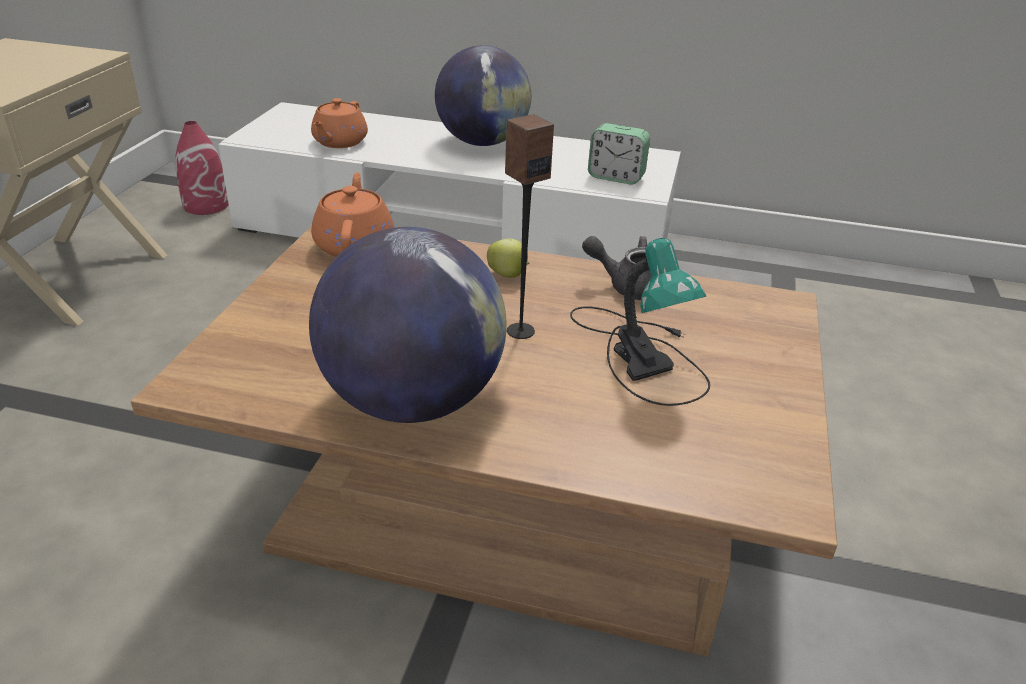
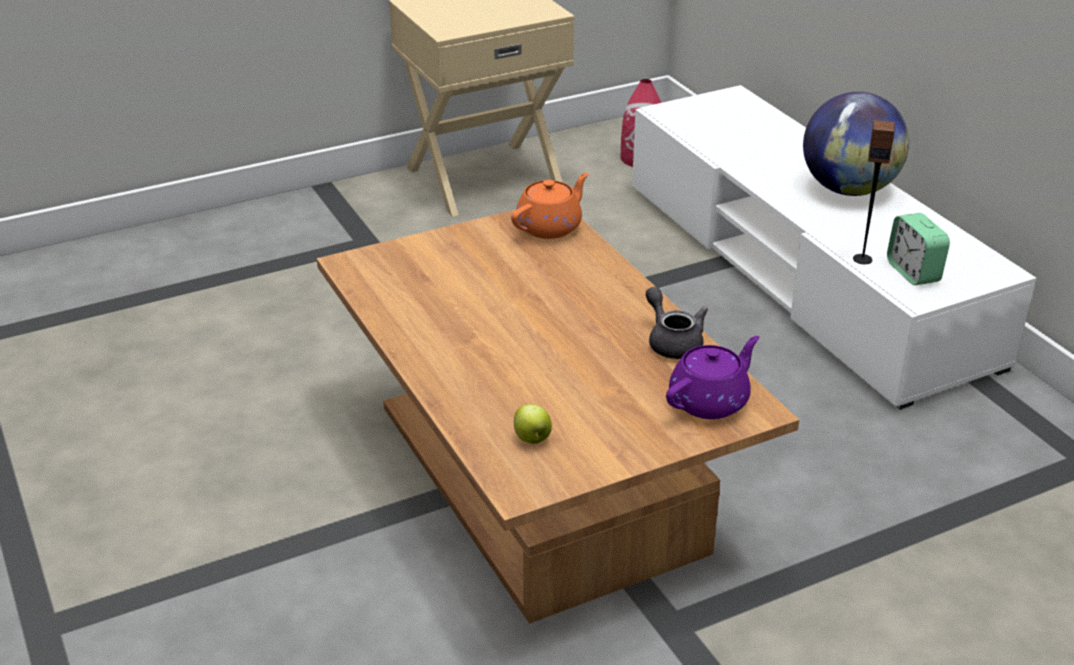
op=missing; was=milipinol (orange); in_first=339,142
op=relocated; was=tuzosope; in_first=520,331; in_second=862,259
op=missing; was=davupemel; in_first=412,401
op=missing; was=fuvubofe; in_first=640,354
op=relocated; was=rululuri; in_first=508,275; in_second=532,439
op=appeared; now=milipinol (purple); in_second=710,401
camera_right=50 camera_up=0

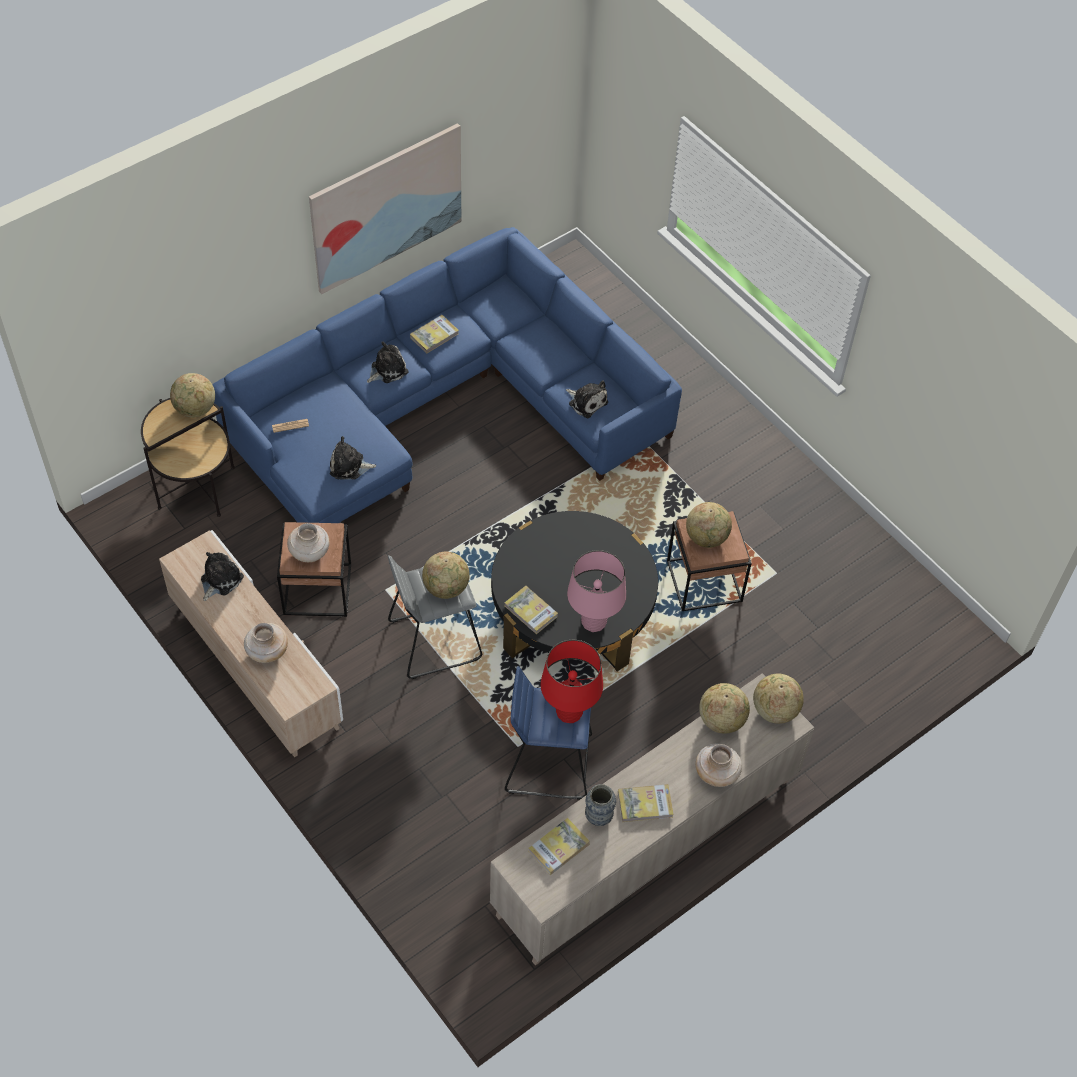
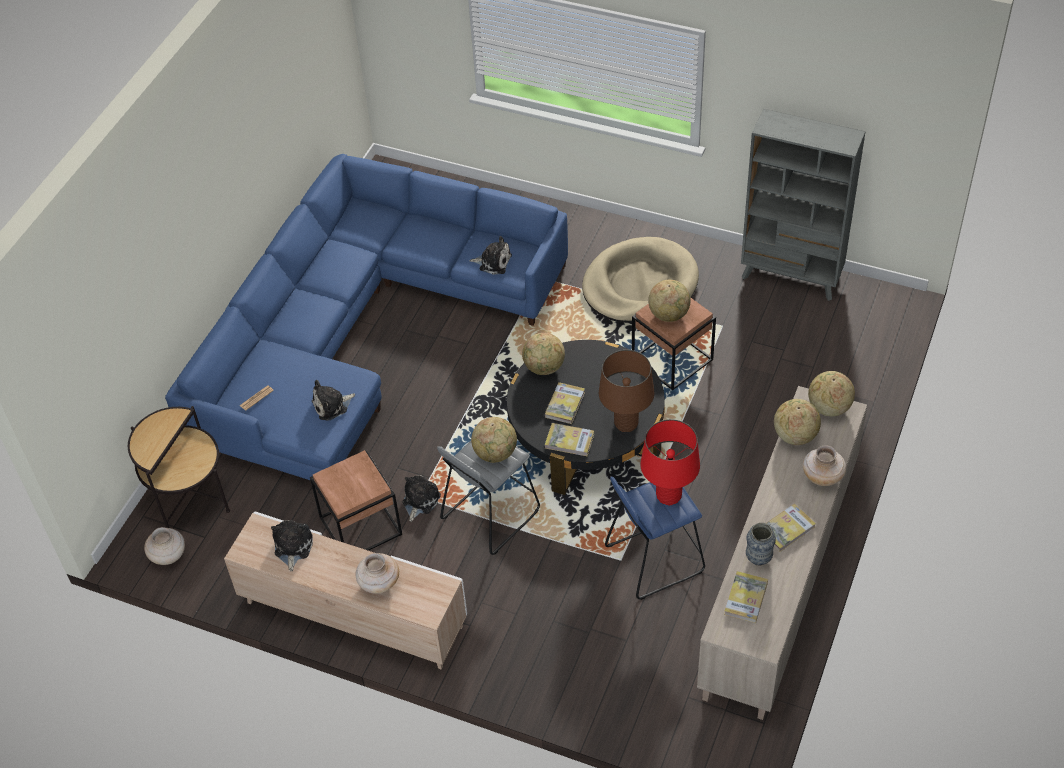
op=missing; was=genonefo; in_first=386,207
op=relocated; was=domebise; in_first=434,335; in_second=565,404
op=relocated; was=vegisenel; in_first=387,369; in_second=419,501
op=relocated; was=davupemel; in_first=195,409; in_second=544,367
op=relocated; was=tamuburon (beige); in_first=309,553; in_second=168,556
op=colour; was=fuvubofe (pink); now=fuvubofe (brown); in_first=593,622; in_second=626,424
op=appeared; now=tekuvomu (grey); in_second=791,277
op=appeared; now=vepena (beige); in_second=640,285
camera_right=-25 camera_up=-5

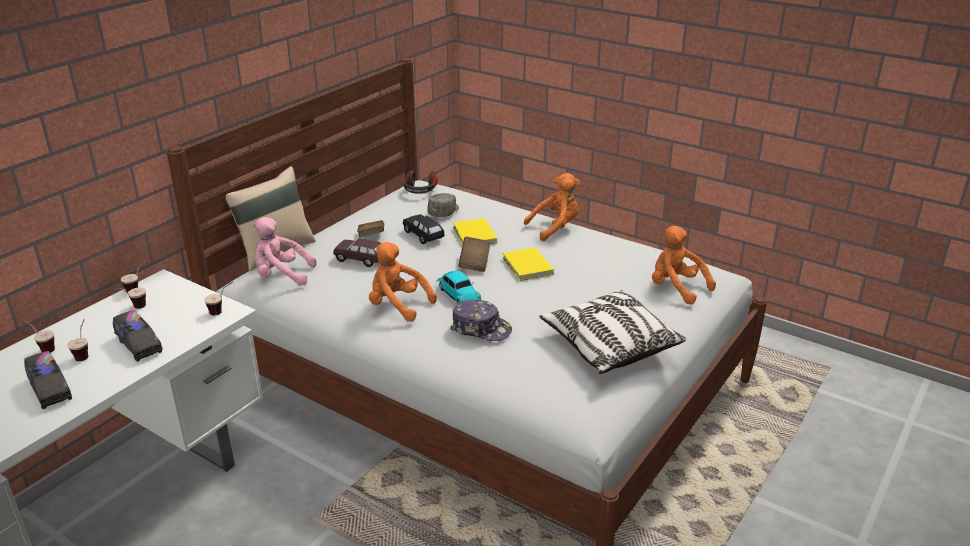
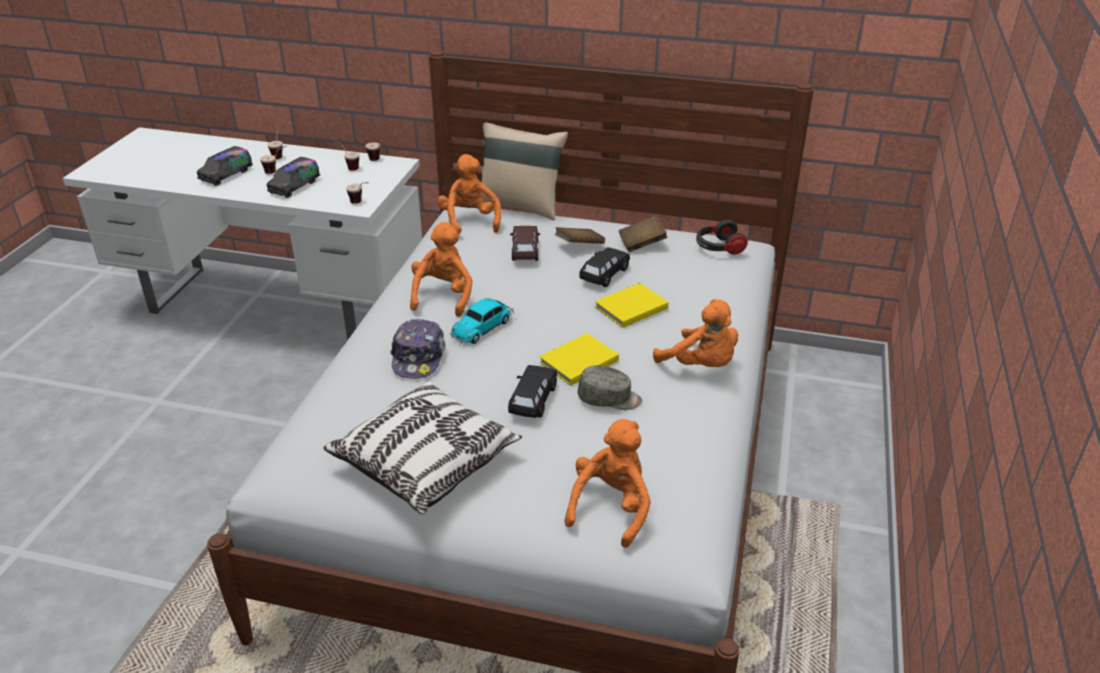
op=relocated; was=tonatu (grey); in_first=444,212; in_second=609,399
op=colour; was=vegisenel (pink); now=vegisenel (orange); in_first=282,276; in_second=470,221
op=relocated; was=domebise (brown); in_first=475,263; in_second=642,243
op=appeared; now=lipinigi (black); in_second=532,401
camera_right=70 camera_up=5

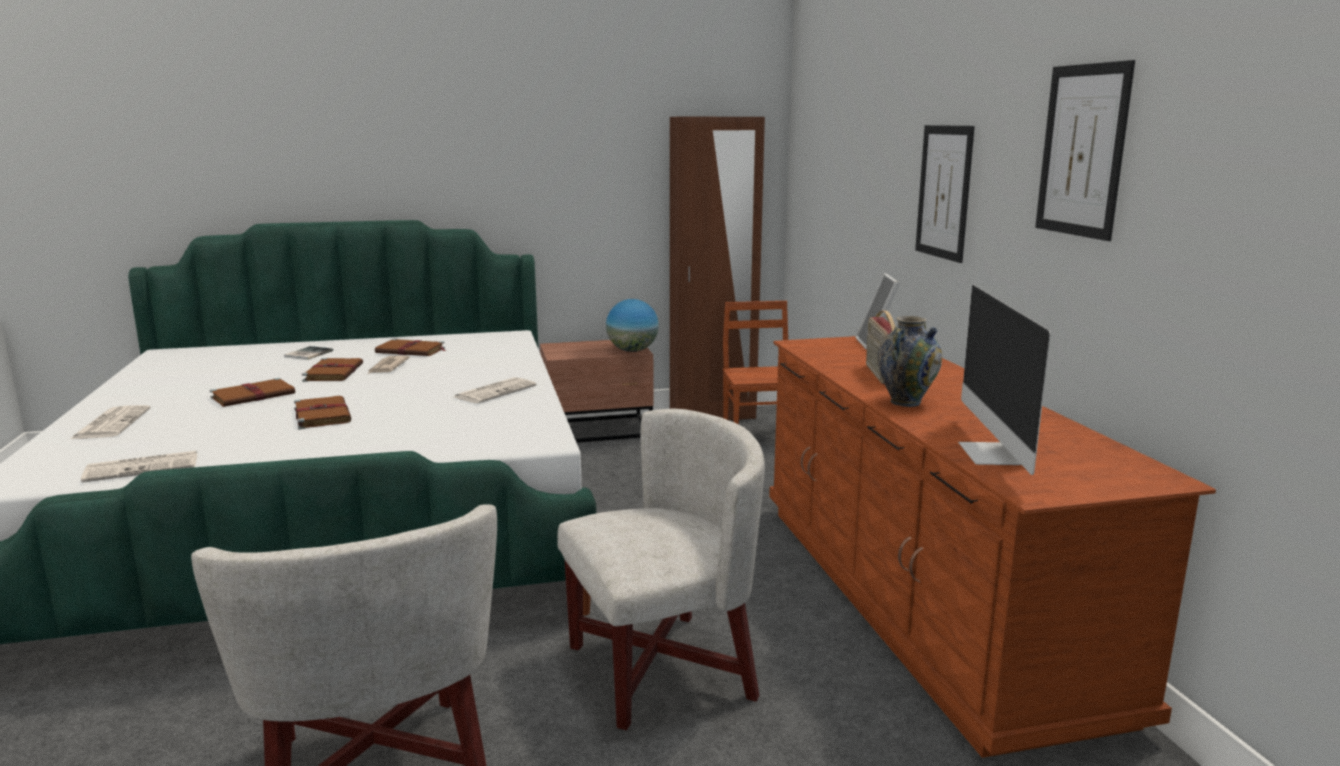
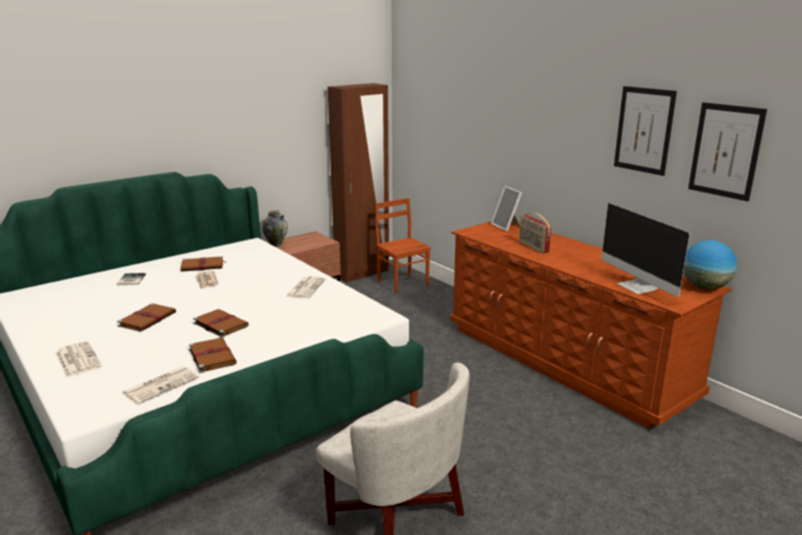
op=relocated; was=genonefo; in_first=944,192; in_second=725,151
op=relocated; was=davupemel; in_first=632,351; in_second=704,287
op=relocated; was=tamuburon; in_first=906,402; in_second=276,244
op=relocated; was=domebise (brown); in_first=334,372; in_second=212,356
op=missing; was=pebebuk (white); in_first=662,669
camera_right=-25 camera_up=5

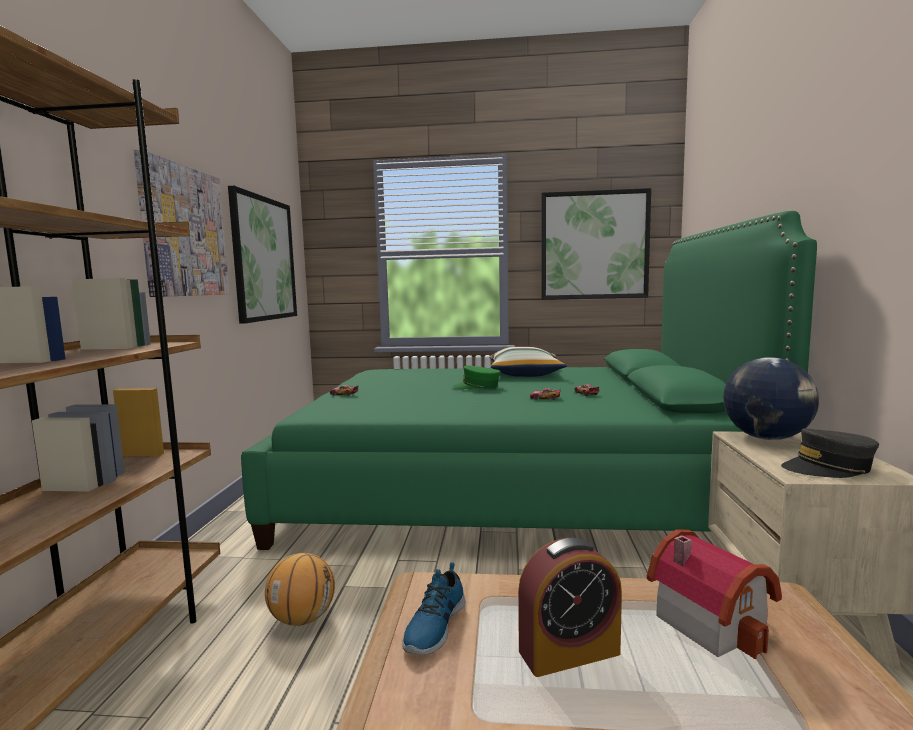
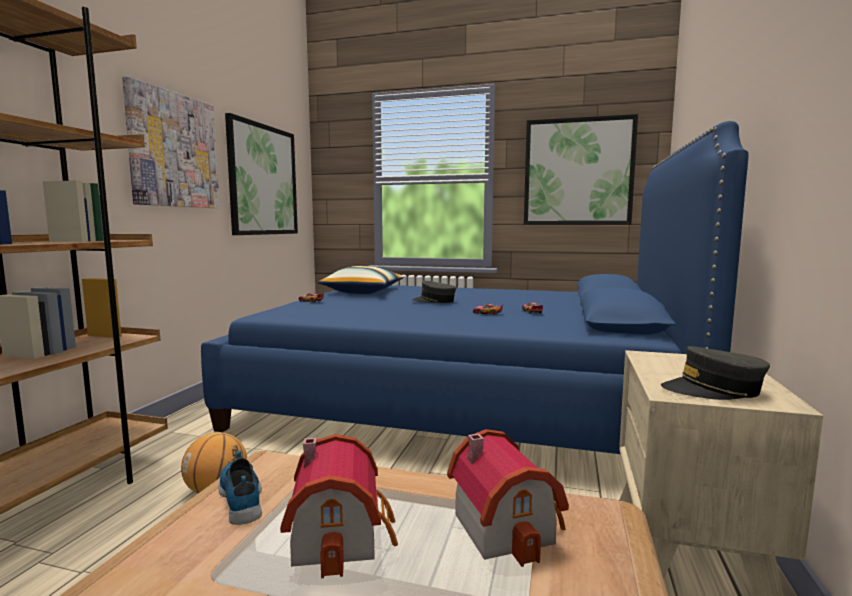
op=colour; was=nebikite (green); now=nebikite (blue); in_first=509,486; in_second=464,399
op=relocated; was=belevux; in_first=525,374; in_second=363,292
op=missing; was=davupemel; in_first=766,438
op=colour; was=tonatu (green); now=tonatu (grey); in_first=477,386; in_second=434,301
op=exchanged; was=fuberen; now=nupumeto; in_first=569,652; in_second=342,534
op=spun; was=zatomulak; in_first=433,626; in_second=242,496; clockwise=120
camera_right=10 camera_up=0

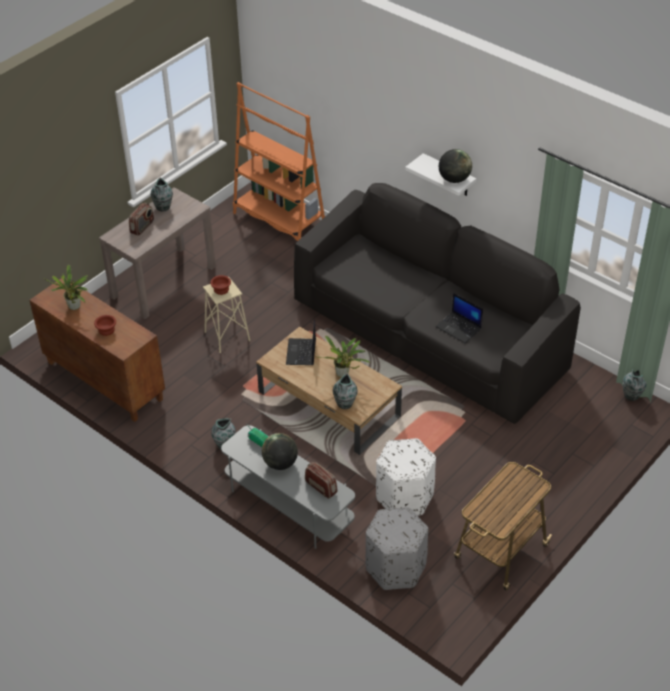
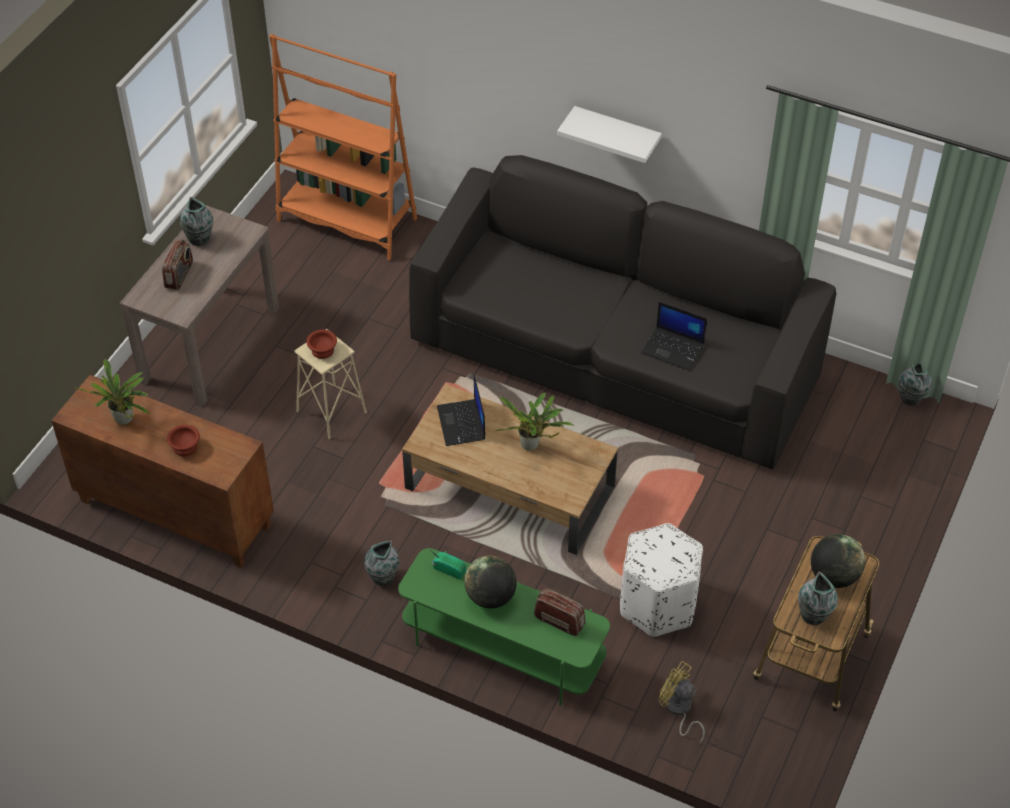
op=relocated; was=davupemel; in_first=454,179; in_second=834,576
op=relocated; was=tamuburon; in_first=345,404; in_second=813,616
op=colour; was=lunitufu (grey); now=lunitufu (green); in_first=288,504; in_second=502,648
op=exchanged; was=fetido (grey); now=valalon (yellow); in_first=395,567; in_second=678,710
camera_right=-15 camera_up=5

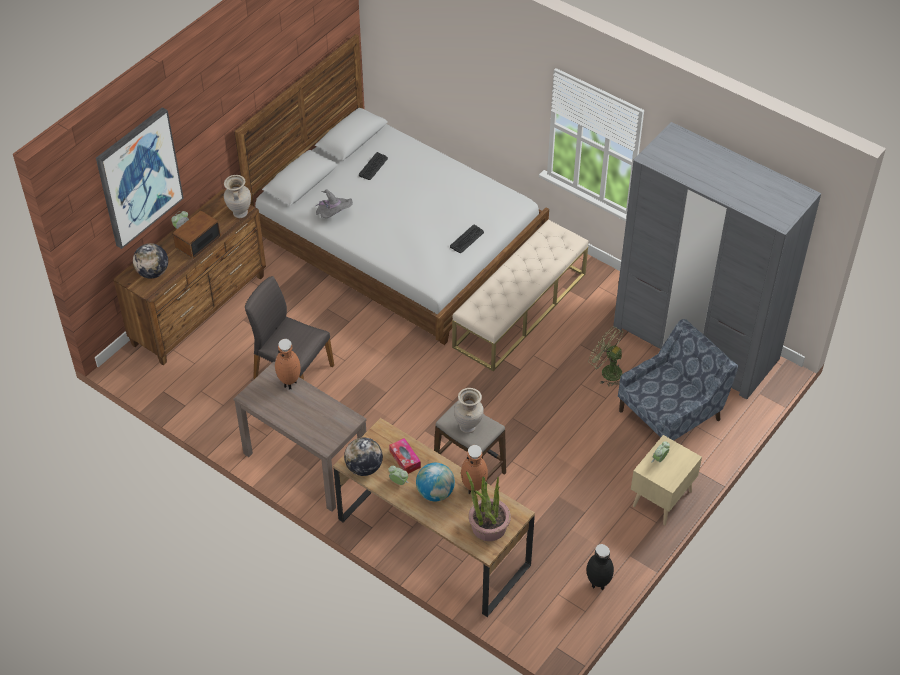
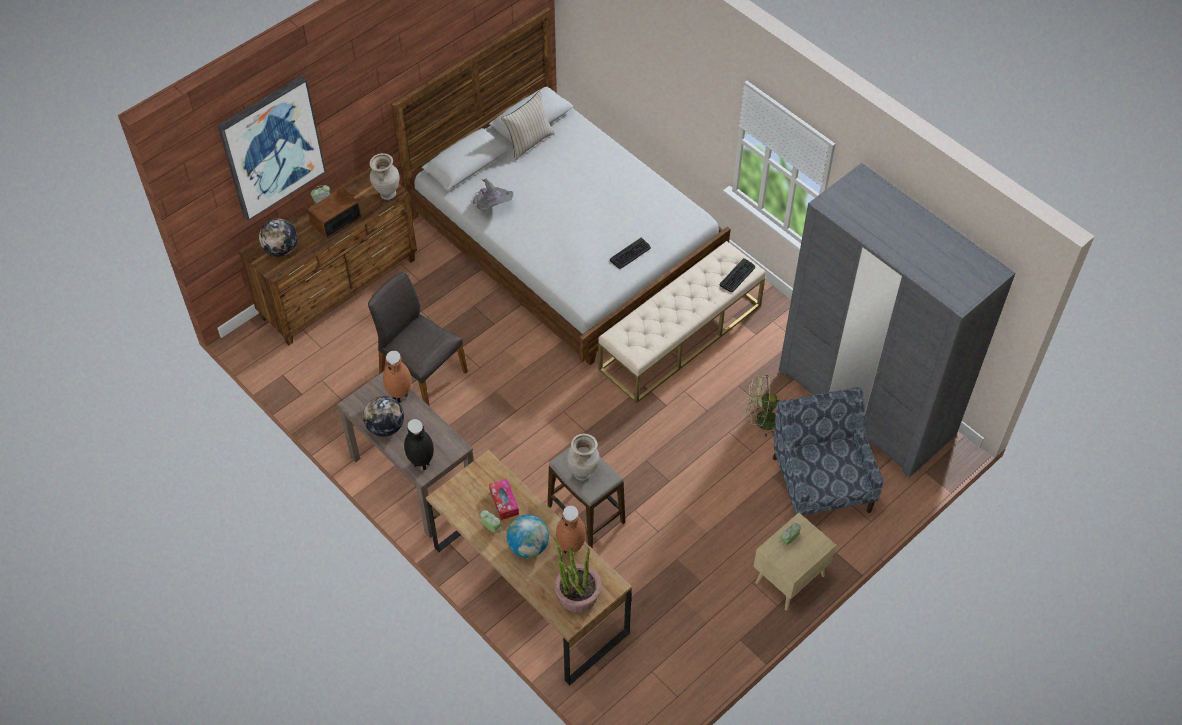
op=relocated; was=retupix; in_first=373,166; in_second=737,276
op=spun; was=pebebuk (blue); in_first=671,415; in_second=821,482; clockwise=-75
op=spun; was=valalon (green); in_first=607,371; in_second=760,421; clockwise=-45
op=relocated; was=davupemel; in_first=364,468; in_second=385,427
op=relocated; was=tamuburon (black); in_first=597,584; in_second=421,463
op=appeared; now=belevux (beige); in_second=529,142
camera_right=10 camera_up=5

